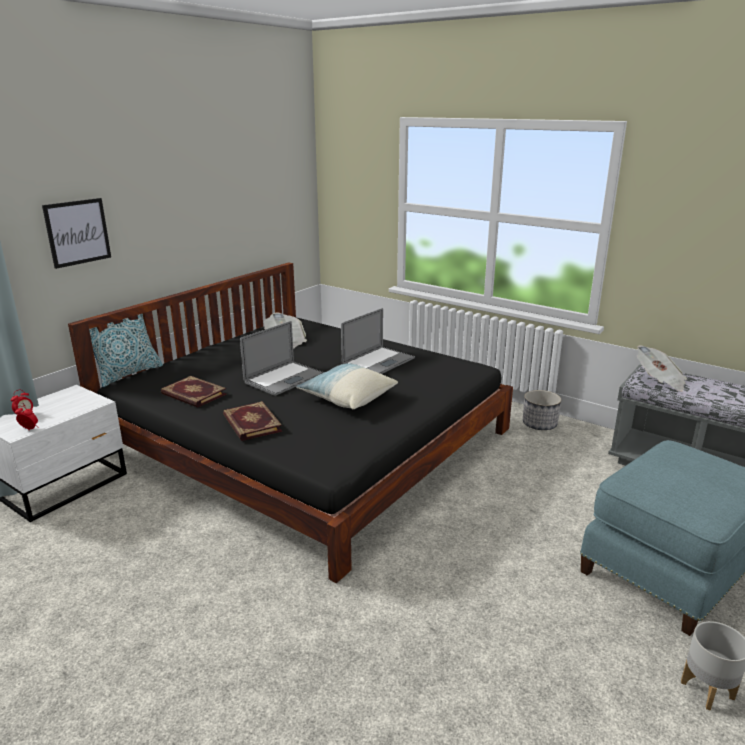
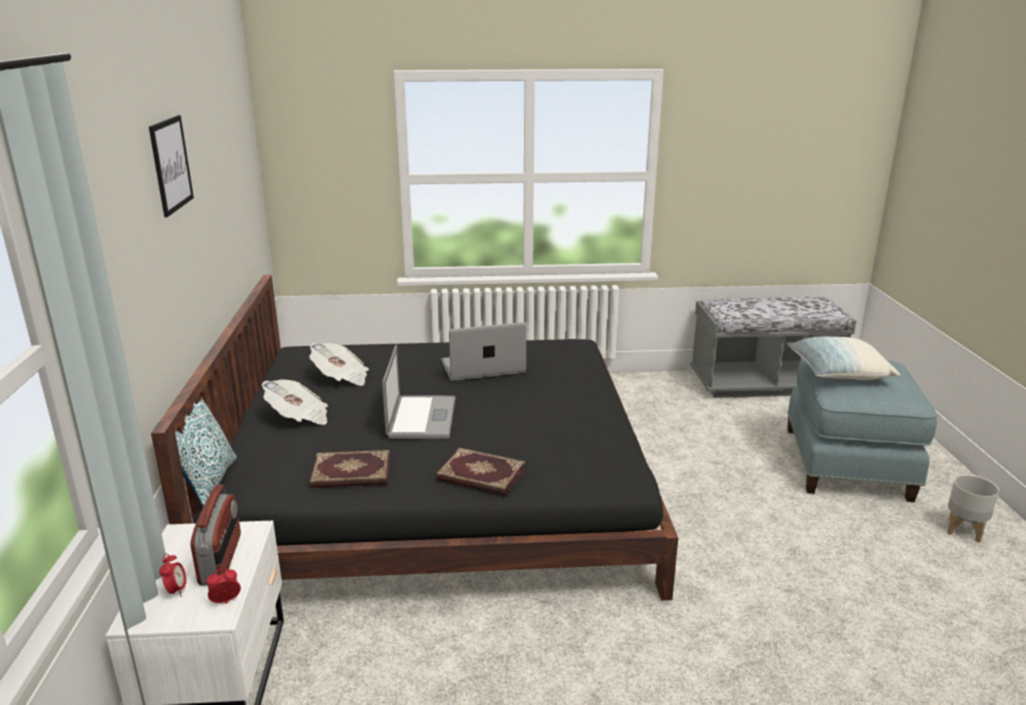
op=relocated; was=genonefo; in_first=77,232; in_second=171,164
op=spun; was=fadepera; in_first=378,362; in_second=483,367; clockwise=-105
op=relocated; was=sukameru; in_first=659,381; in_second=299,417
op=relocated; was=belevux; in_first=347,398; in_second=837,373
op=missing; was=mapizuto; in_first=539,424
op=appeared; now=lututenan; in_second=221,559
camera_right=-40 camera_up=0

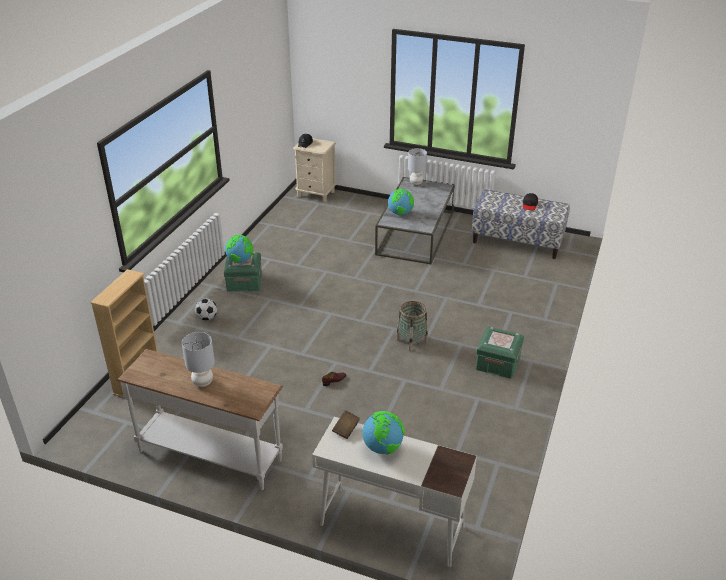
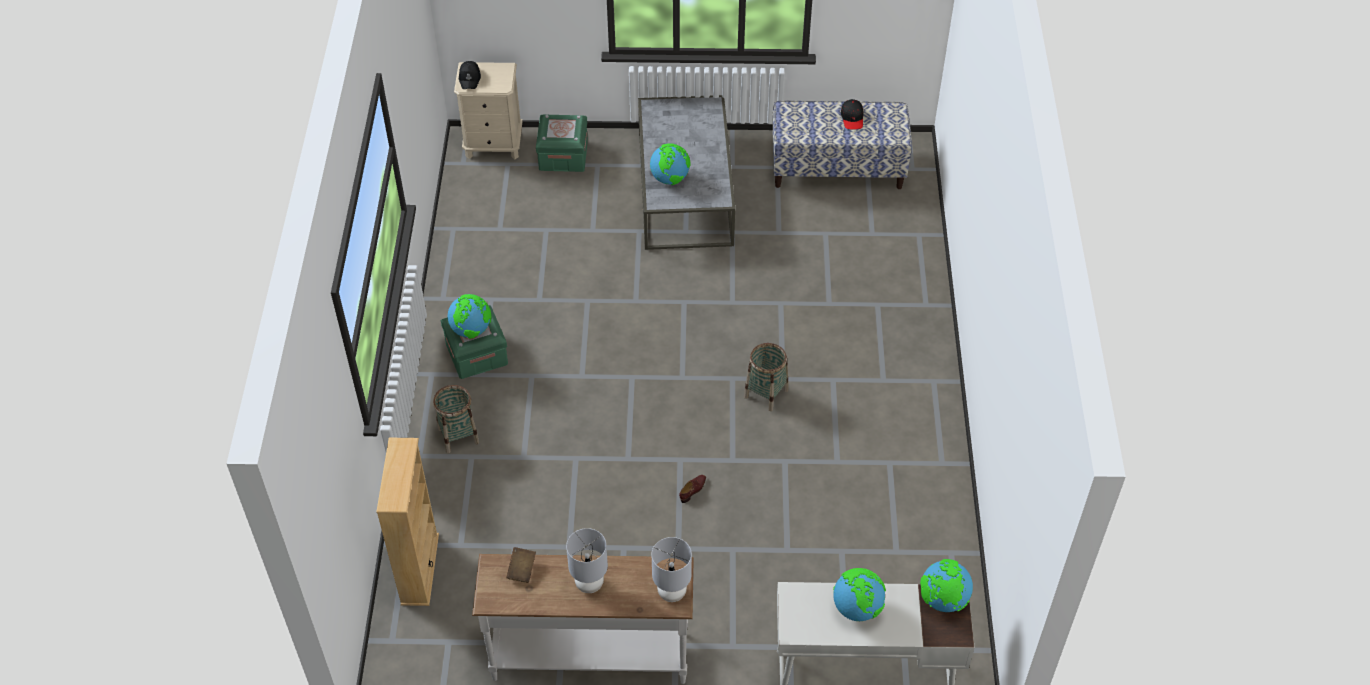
op=relocated; was=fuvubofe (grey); in_first=416,183; in_second=671,592
op=exchanged; was=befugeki; now=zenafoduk; in_first=207,318; in_second=458,435
op=relocated; was=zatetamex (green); in_first=498,363; in_second=563,156
op=relocated; was=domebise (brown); in_first=346,429; in_second=522,569
op=appeared; now=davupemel; in_second=943,600
camera_right=-20 camera_up=15

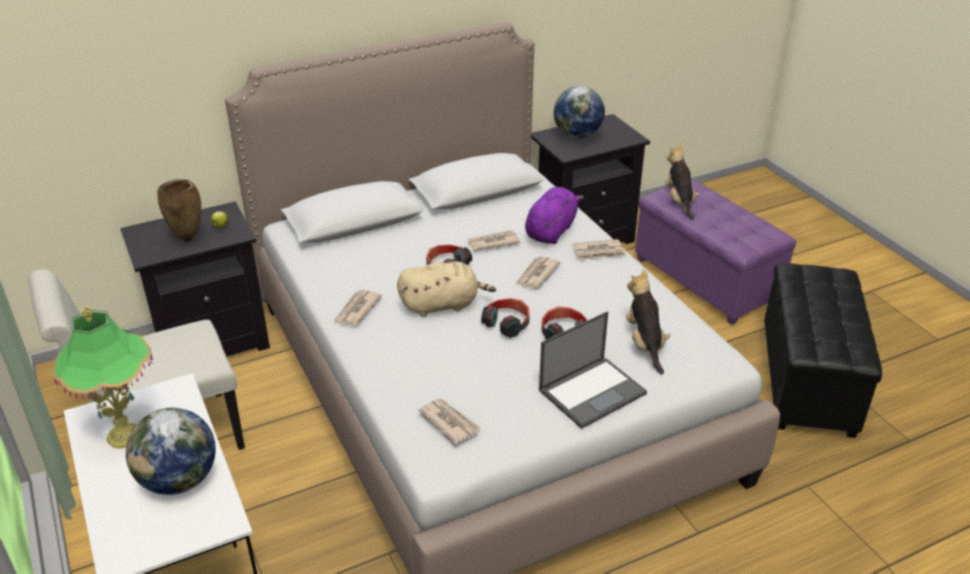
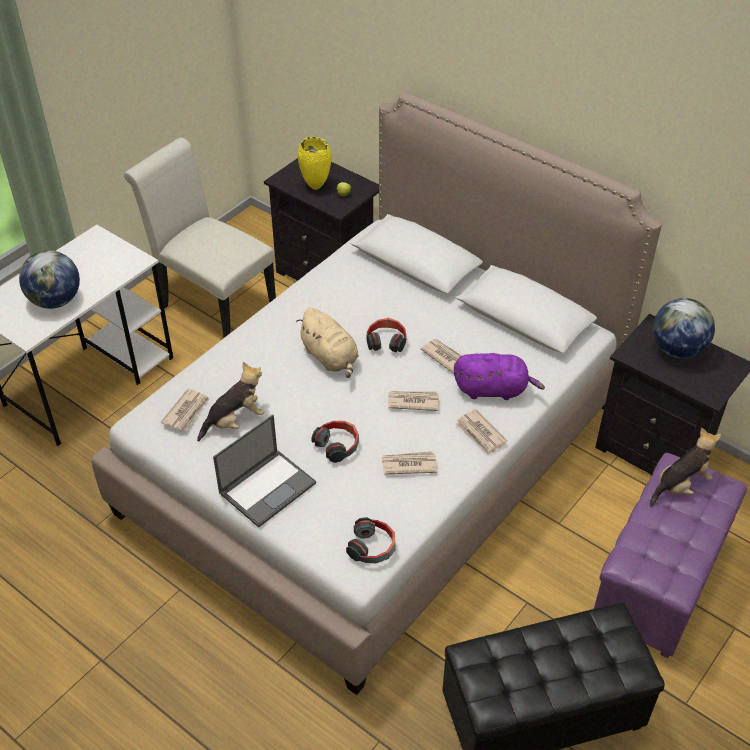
op=colour; was=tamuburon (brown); now=tamuburon (yellow); in_first=188,238; in_second=316,187
op=relocated; was=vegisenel; in_first=645,344; in_second=235,421
op=relocated; was=sukameru; in_first=356,310; in_second=408,464
op=relocated; was=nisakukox; in_first=507,323; in_second=373,547
op=missing; was=fuvubofe; in_first=125,435
op=spun; was=fadepera; in_first=593,391; in_second=268,487; clockwise=-75
camera_right=65 camera_up=10

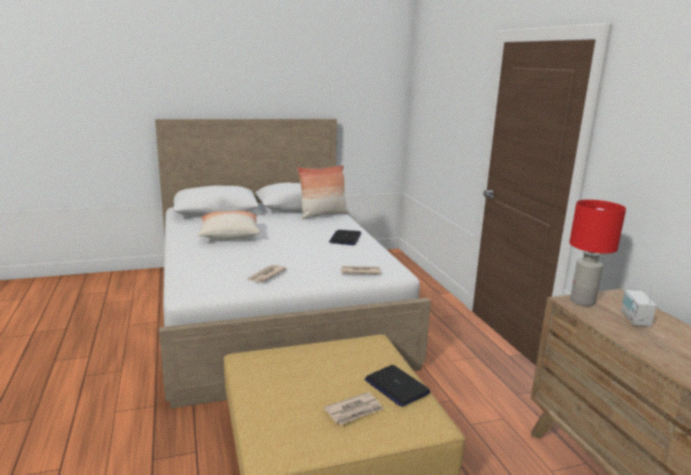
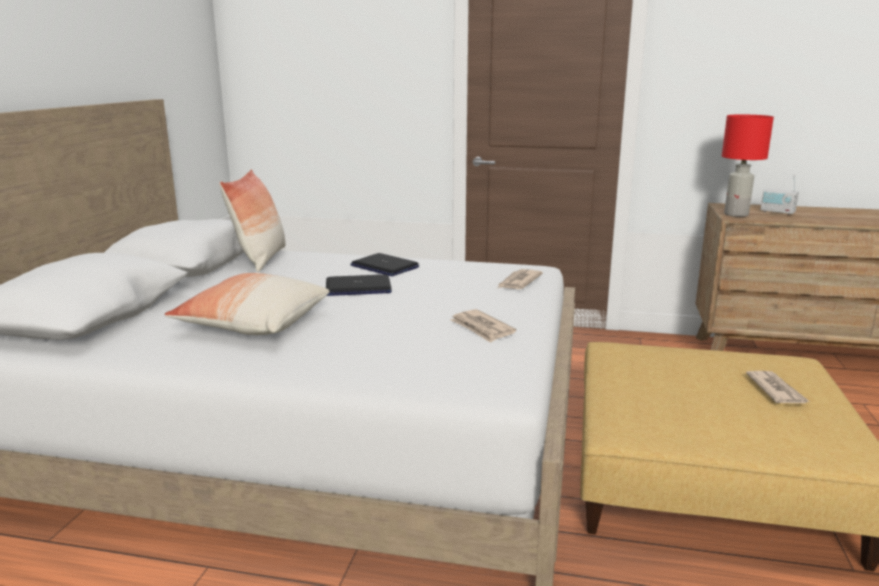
op=relocated; was=fadepera; in_first=396,386; in_second=358,287
camera_right=-60 camera_up=0

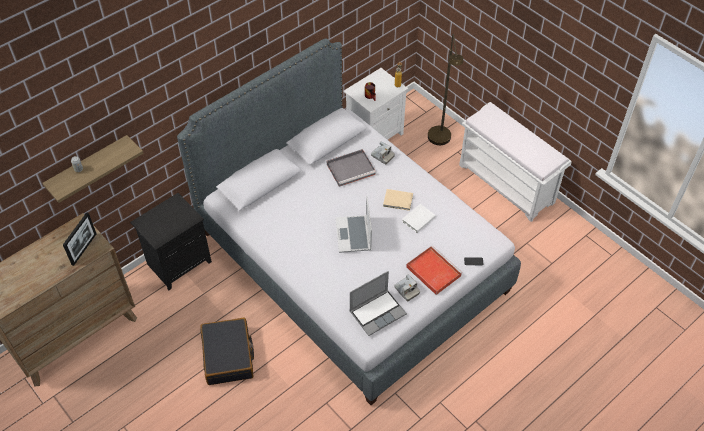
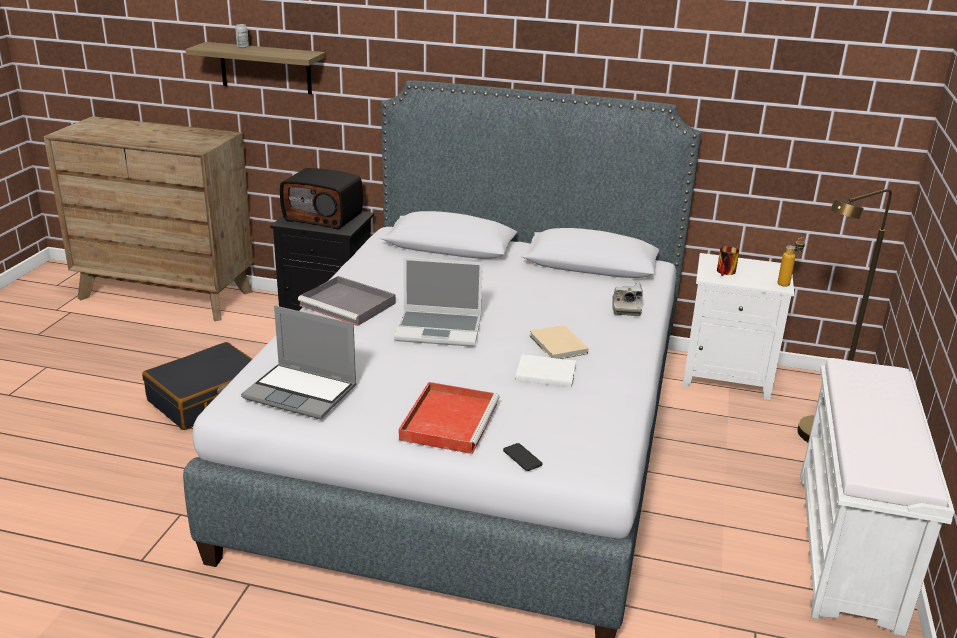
op=relocated; was=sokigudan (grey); in_first=351,168; in_second=349,305
op=spun; was=fadepera; in_first=354,235; in_second=440,329; clockwise=-135
op=missing; was=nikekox; in_first=84,249
op=missing; was=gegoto; in_first=406,290
op=appeared; now=lututenan; in_second=324,217
camera_right=55 camera_up=-25

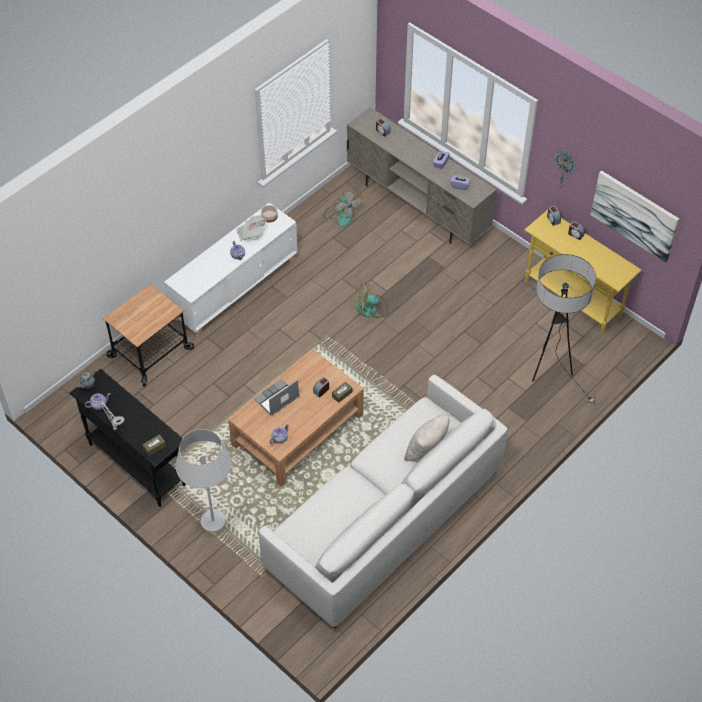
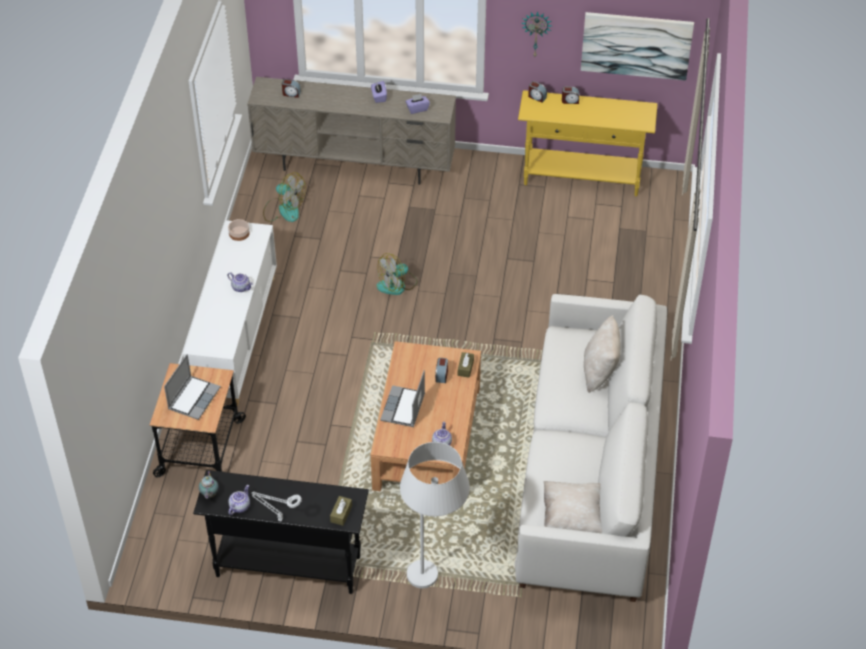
op=missing; was=sukameru; in_first=251,233
op=missing; was=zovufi; in_first=551,372
op=appeared; now=fadepera; in_second=194,398
op=appeared; now=belevux (beige); in_second=573,518
camera_right=-35 camera_up=-5

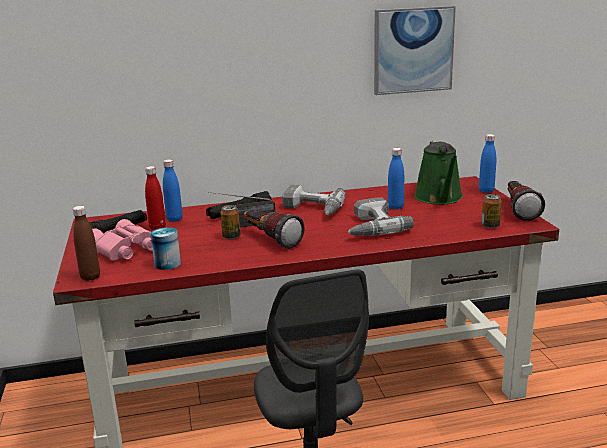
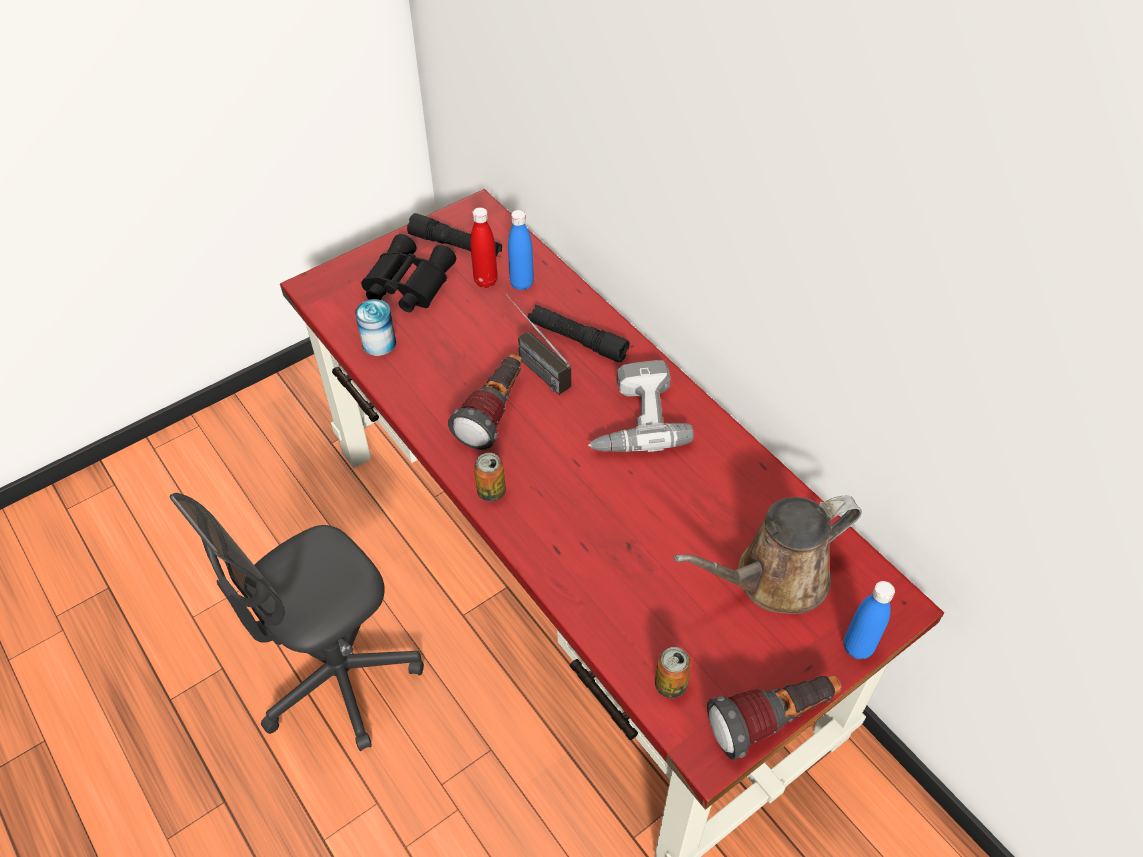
op=missing; was=genonefo; in_first=413,50
op=colour; was=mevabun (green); now=mevabun (brown); in_first=439,198; in_second=773,579
op=missing; was=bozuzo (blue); in_first=395,207
op=missing; was=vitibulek; in_first=370,227
op=relocated; was=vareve; in_first=231,236; in_second=491,491
op=missing; was=bozuzo (brown); in_first=90,277
op=colour; was=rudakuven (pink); now=rudakuven (black); in_first=124,249; in_second=406,283
camera_right=65 camera_up=30

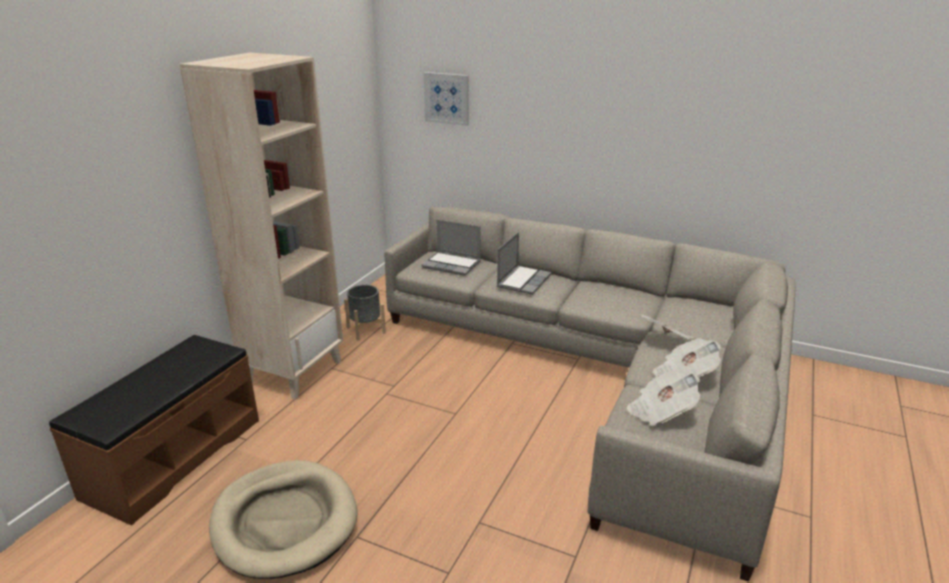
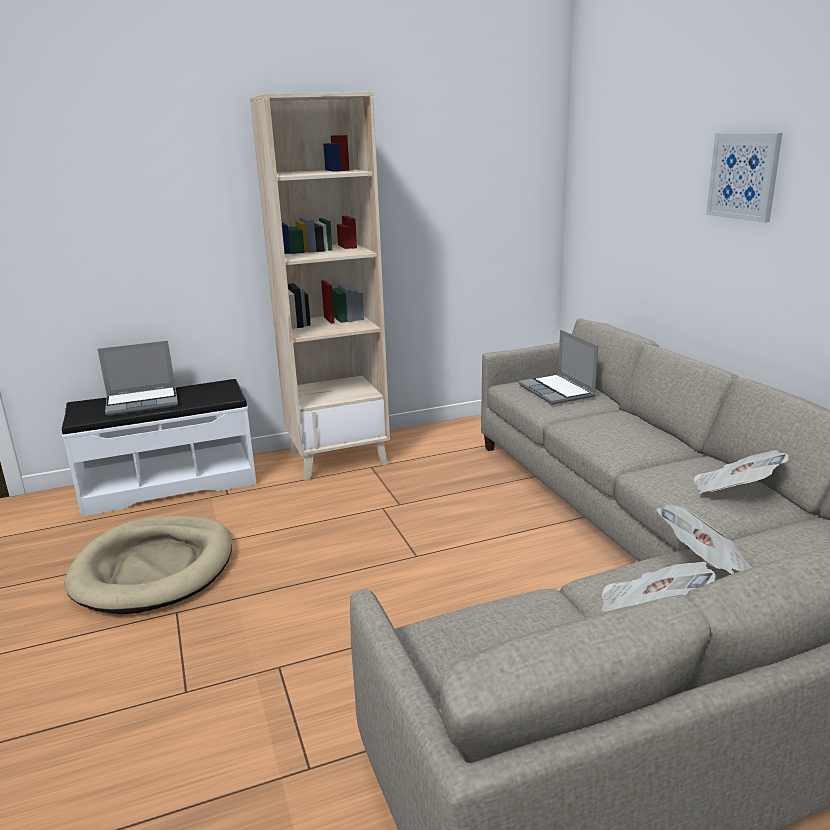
op=relocated; was=genonefo; in_first=447,98; in_second=744,176
op=relocated; was=fadepera; in_first=523,281; in_second=143,402
op=missing; was=mapizuto (grey); in_first=366,330
op=colour; was=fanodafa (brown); now=fanodafa (white); in_first=173,457; in_second=169,484
op=relocated; was=sukameru; in_first=660,411; in_second=733,491
camera_right=45 camera_up=-5

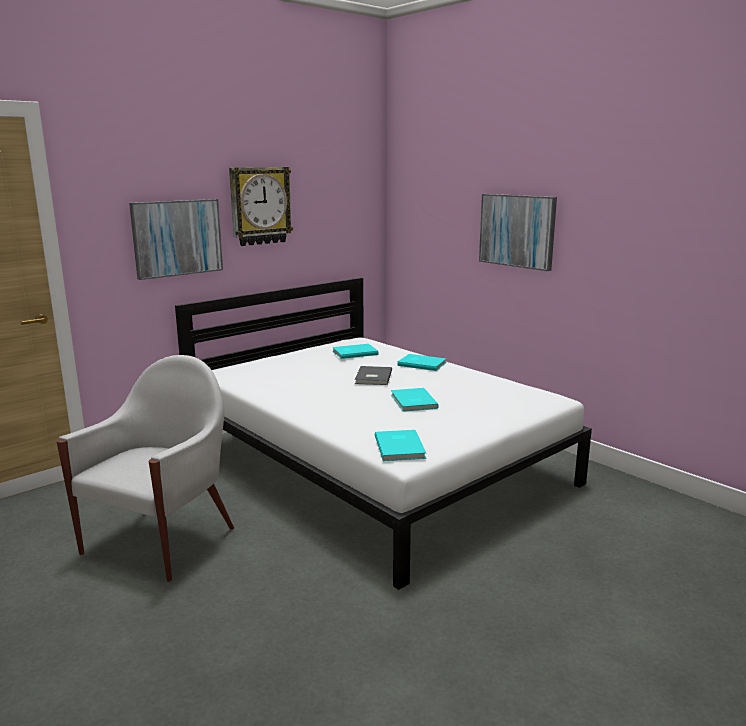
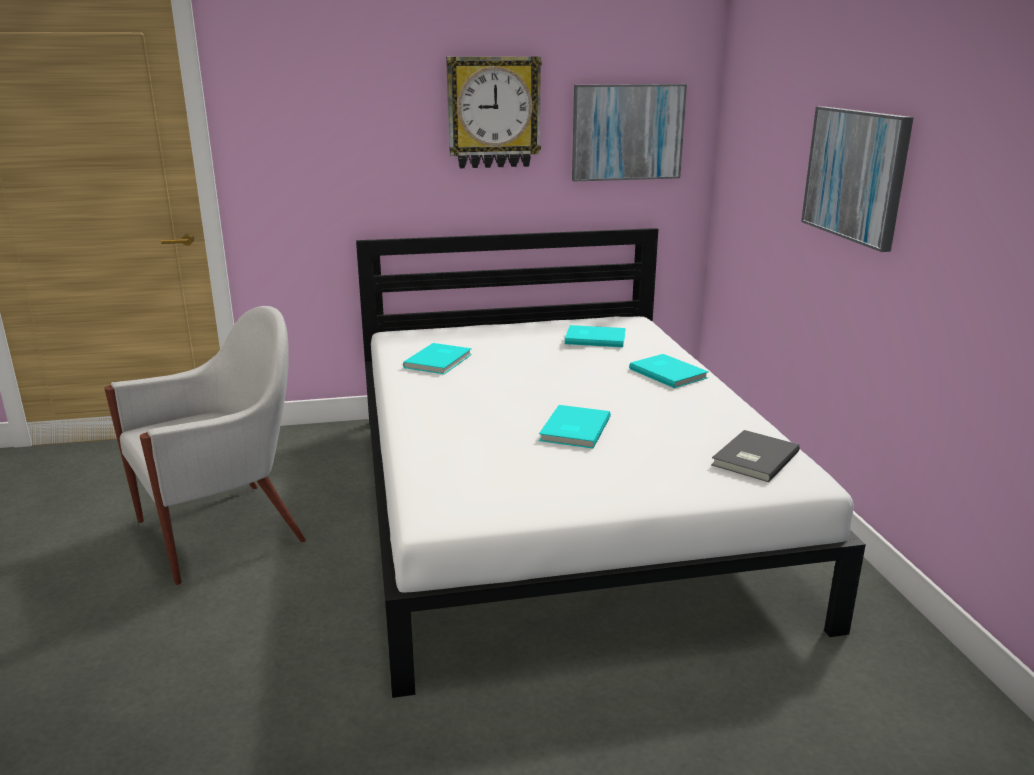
op=relocated; was=genonefo; in_first=177,238; in_second=627,132
op=relocated; was=domebise (grey); in_first=372,377; in_second=752,458
op=relocated; was=domebise (turquoise); in_first=401,447; in_second=440,361
camera_right=30 camera_up=5

